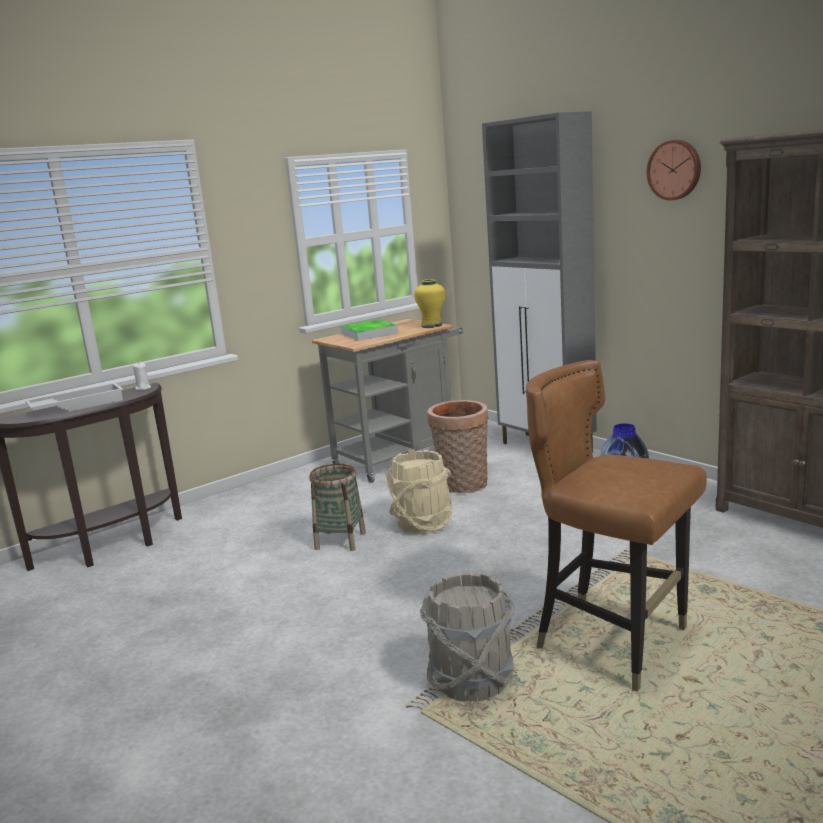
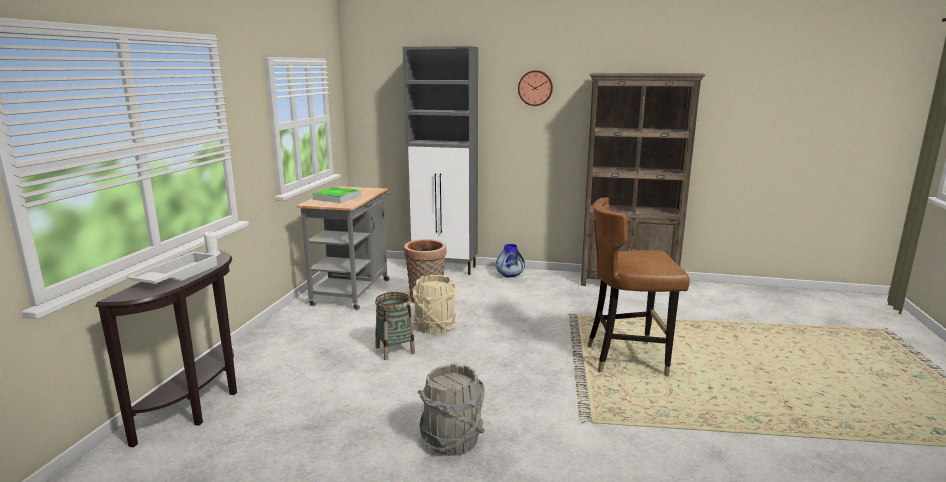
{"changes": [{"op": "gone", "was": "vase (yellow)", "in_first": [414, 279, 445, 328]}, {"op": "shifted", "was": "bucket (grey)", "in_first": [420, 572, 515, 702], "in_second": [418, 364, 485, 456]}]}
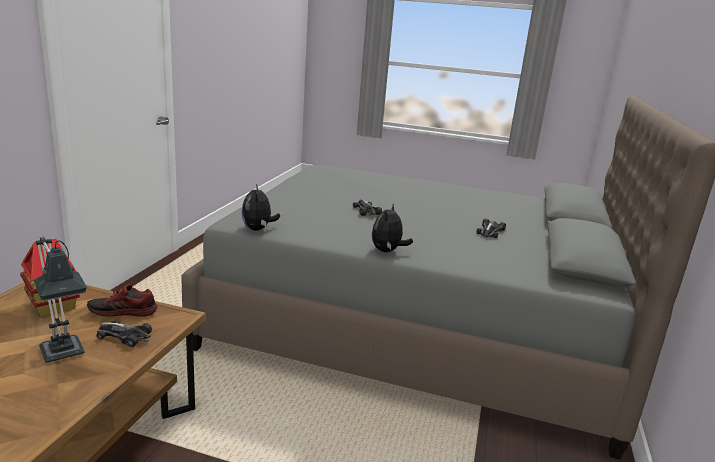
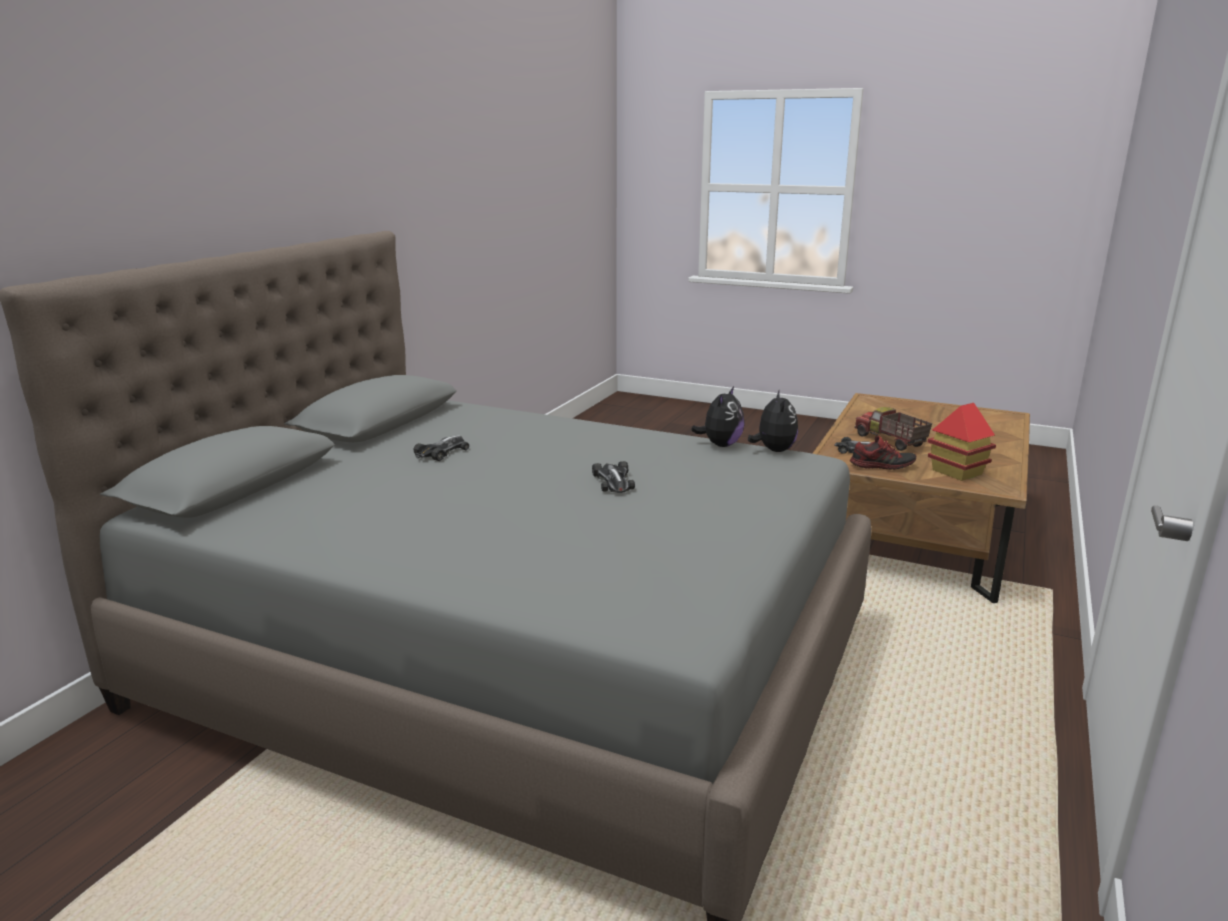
{"changes": [{"op": "swapped", "was": "table lamp", "now": "toy truck", "in_first": [34, 237, 87, 363], "in_second": [855, 407, 932, 451]}, {"op": "shifted", "was": "plush toy", "in_first": [372, 204, 413, 252], "in_second": [691, 386, 745, 447]}]}
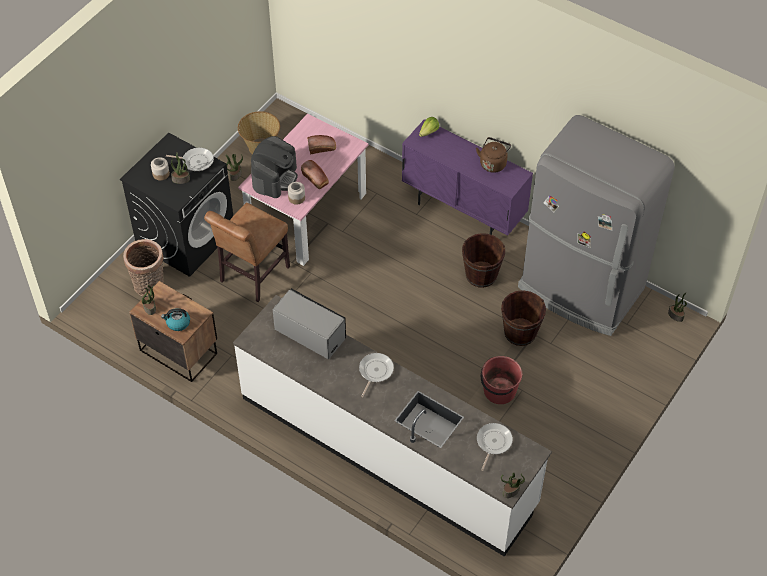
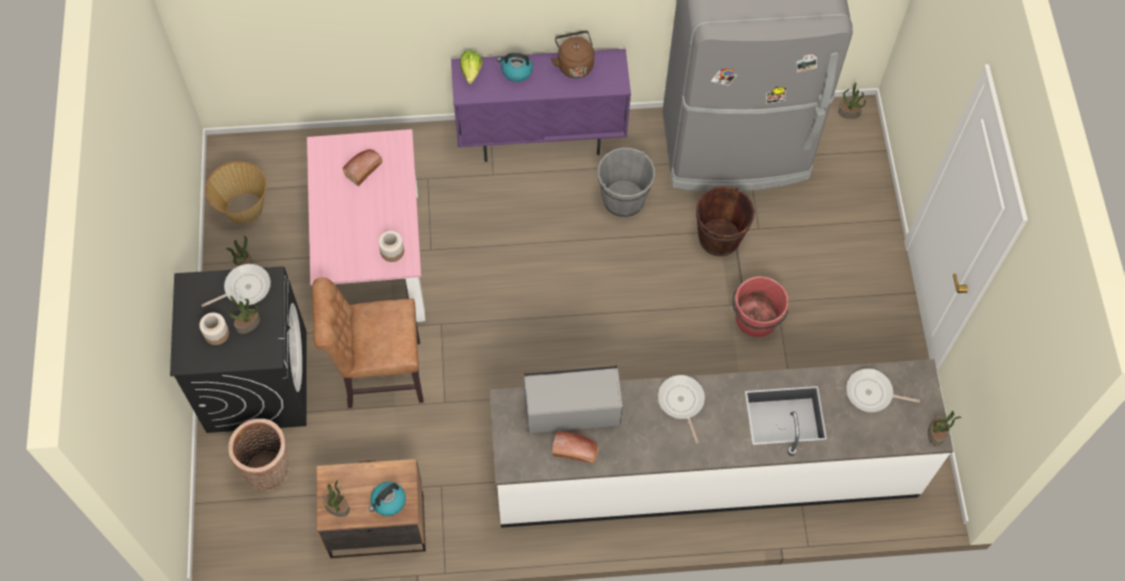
{"changes": [{"op": "rotated", "was": "chair (brown)", "in_first": [204, 203, 290, 302], "in_second": [312, 277, 424, 408], "clockwise": 90}, {"op": "gone", "was": "coffee machine", "in_first": [251, 136, 298, 198]}, {"op": "shifted", "was": "bread", "in_first": [301, 160, 329, 189], "in_second": [552, 430, 598, 463]}, {"op": "repainted", "was": "bucket (brown)", "now": "bucket (grey)", "in_first": [462, 233, 505, 288], "in_second": [598, 148, 655, 217]}, {"op": "rotated", "was": "frying pan", "in_first": [477, 423, 513, 471], "in_second": [846, 368, 920, 412], "clockwise": -60}, {"op": "new", "now": "kettle", "in_second": [497, 53, 533, 82]}]}
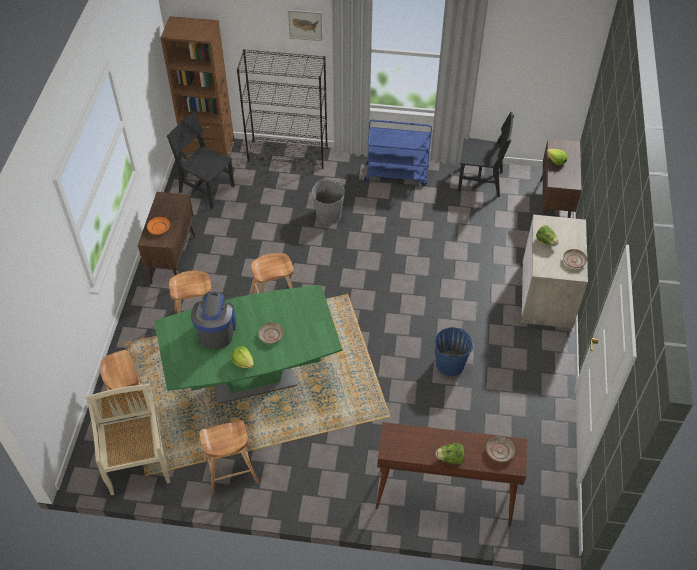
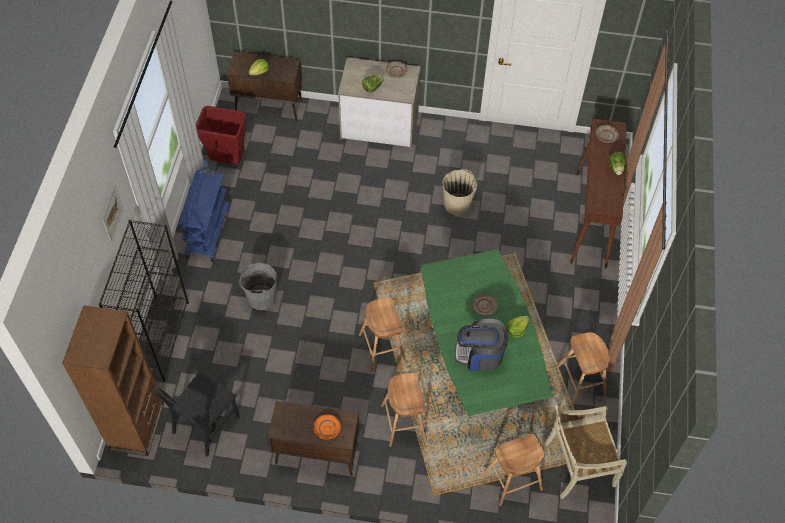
{"changes": [{"op": "repainted", "was": "bucket (blue)", "now": "bucket (beige)", "in_first": [435, 327, 473, 376], "in_second": [442, 169, 477, 215]}, {"op": "swapped", "was": "chair (black)", "now": "trash can (red)", "in_first": [458, 112, 514, 197], "in_second": [196, 106, 246, 165]}]}
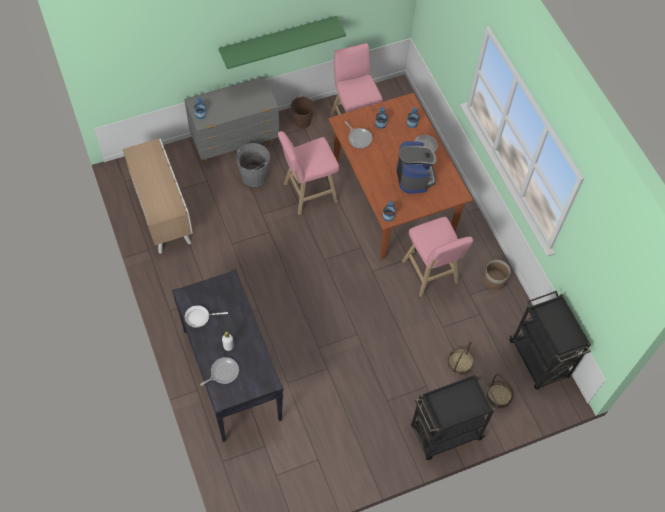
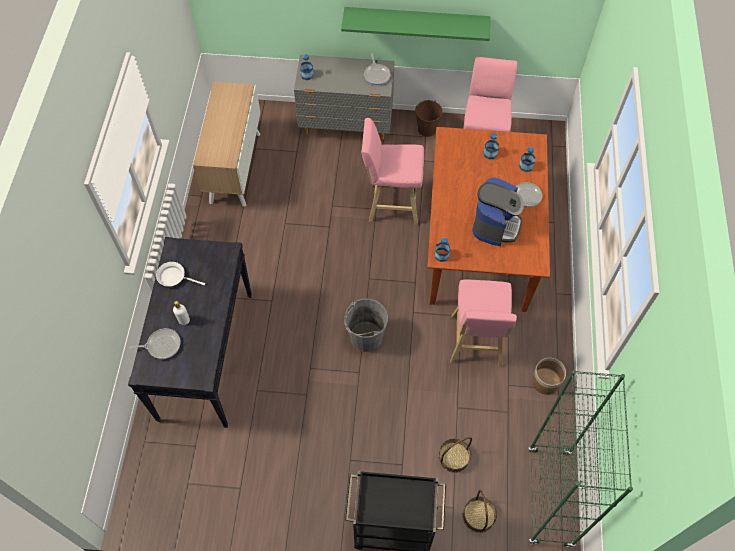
{"changes": [{"op": "shifted", "was": "bucket (grey)", "in_first": [236, 143, 270, 187], "in_second": [344, 299, 388, 352]}, {"op": "shifted", "was": "frying pan", "in_first": [345, 121, 372, 148], "in_second": [364, 54, 391, 85]}, {"op": "swapped", "was": "cart (black)", "now": "bookcase (green)", "in_first": [510, 291, 591, 390], "in_second": [528, 370, 633, 548]}]}
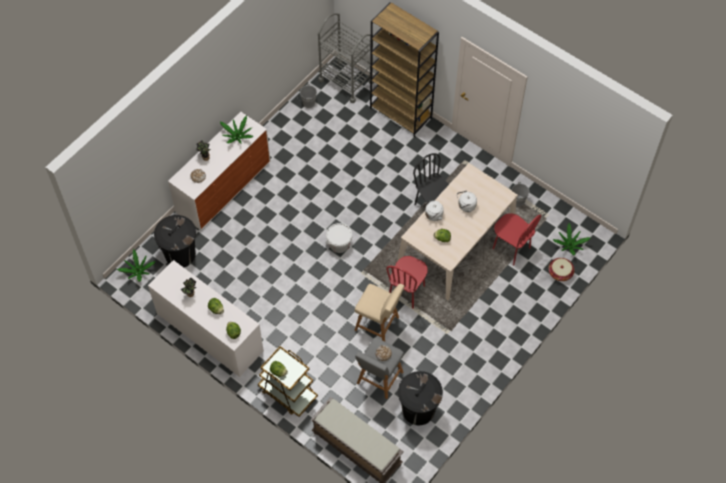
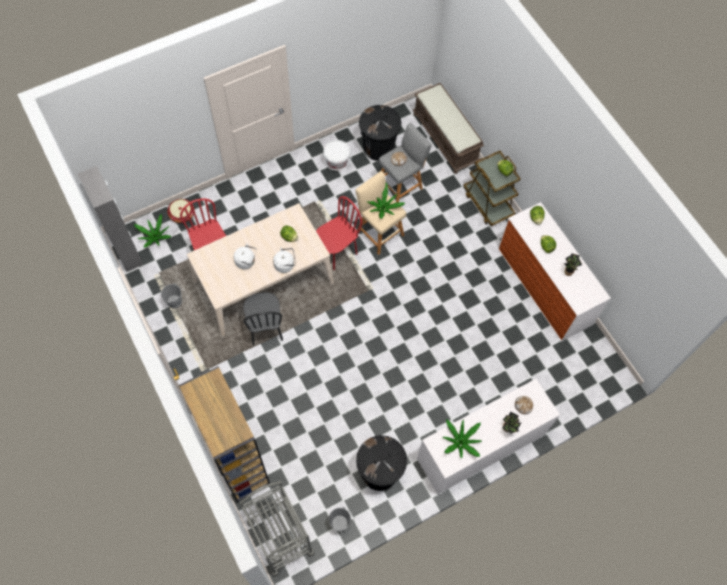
{"changes": [{"op": "shifted", "was": "potted plant", "in_first": [117, 249, 156, 282], "in_second": [366, 182, 405, 219]}, {"op": "shifted", "was": "trash can (black)", "in_first": [154, 215, 196, 267], "in_second": [356, 435, 407, 491]}, {"op": "shifted", "was": "bucket (white)", "in_first": [325, 223, 353, 253], "in_second": [323, 140, 352, 171]}, {"op": "new", "now": "cabinet (grey)", "in_second": [78, 166, 143, 272]}]}
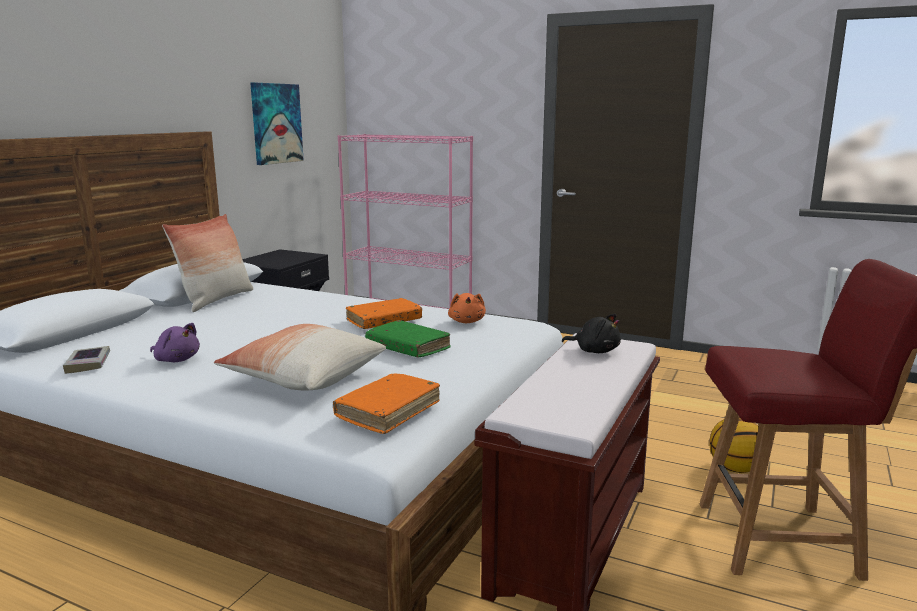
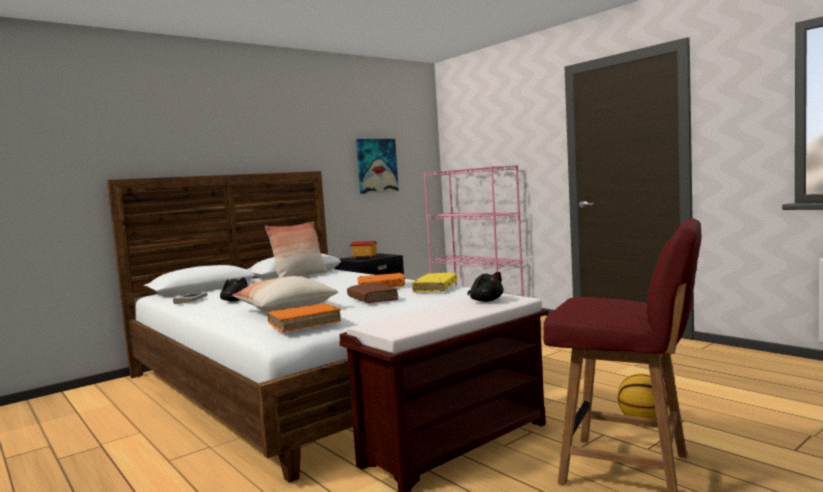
{"changes": [{"op": "repainted", "was": "plush toy (purple)", "now": "plush toy (black)", "in_first": [150, 323, 200, 362], "in_second": [220, 277, 248, 302]}, {"op": "repainted", "was": "book (green)", "now": "book (brown)", "in_first": [365, 320, 451, 358], "in_second": [347, 282, 398, 303]}, {"op": "swapped", "was": "plush toy (orange)", "now": "book (yellow)", "in_first": [448, 293, 486, 323], "in_second": [412, 273, 457, 293]}, {"op": "new", "now": "toy house", "in_second": [350, 241, 378, 259]}]}
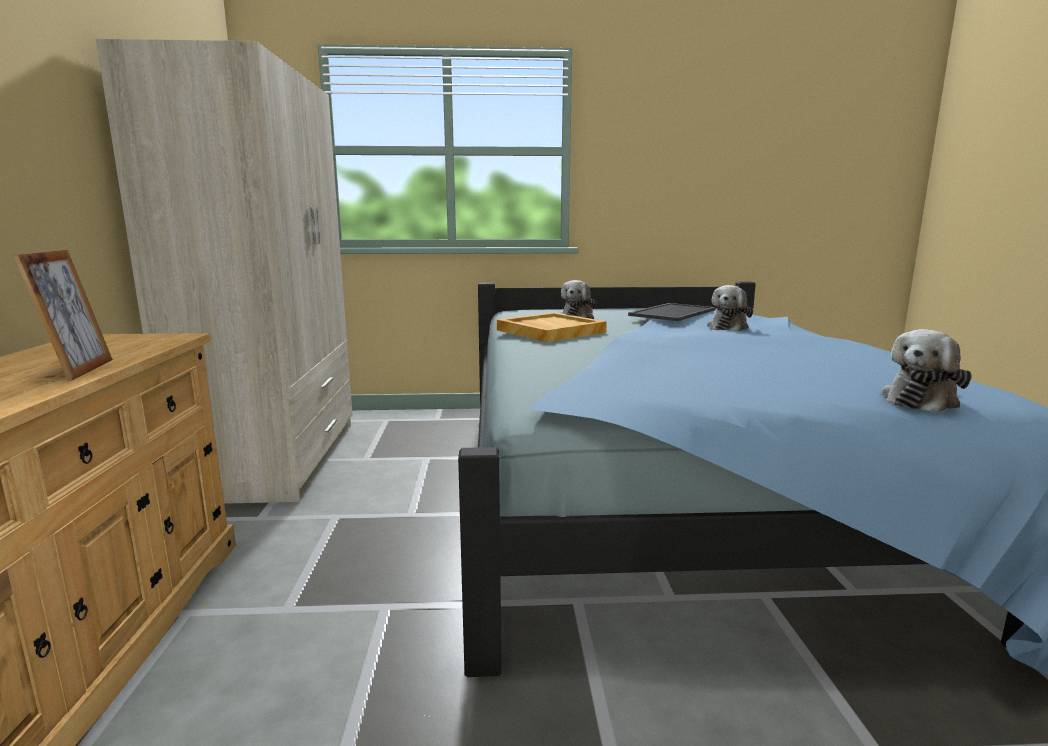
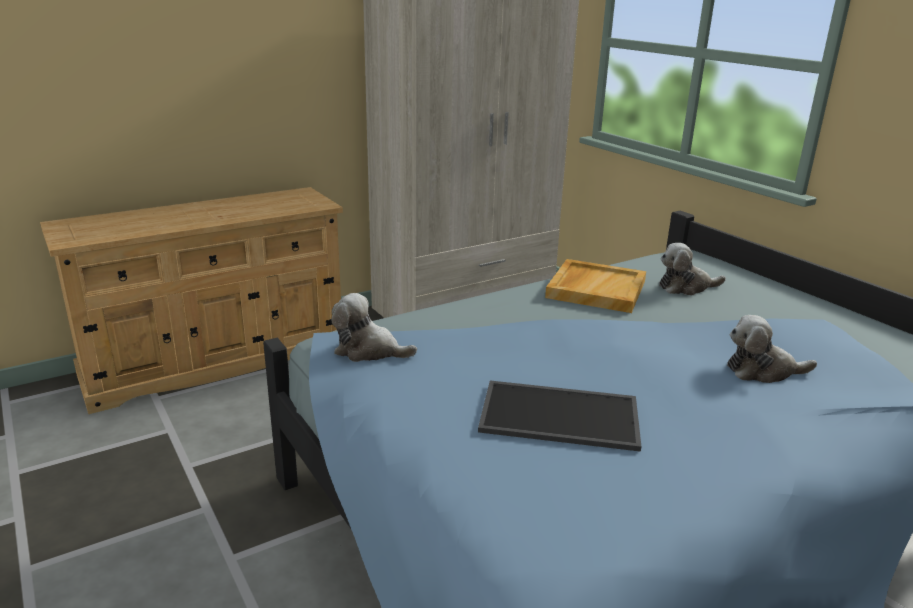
{"changes": [{"op": "gone", "was": "picture frame", "in_first": [14, 250, 113, 381]}, {"op": "shifted", "was": "tray", "in_first": [628, 303, 716, 321], "in_second": [478, 381, 641, 452]}, {"op": "shifted", "was": "plush toy", "in_first": [880, 329, 972, 413], "in_second": [331, 293, 417, 362]}]}
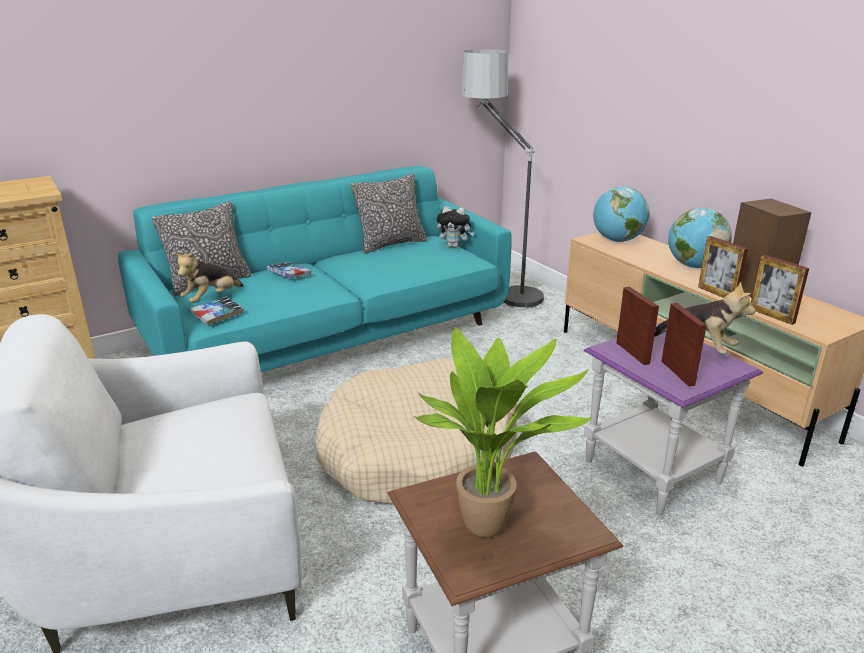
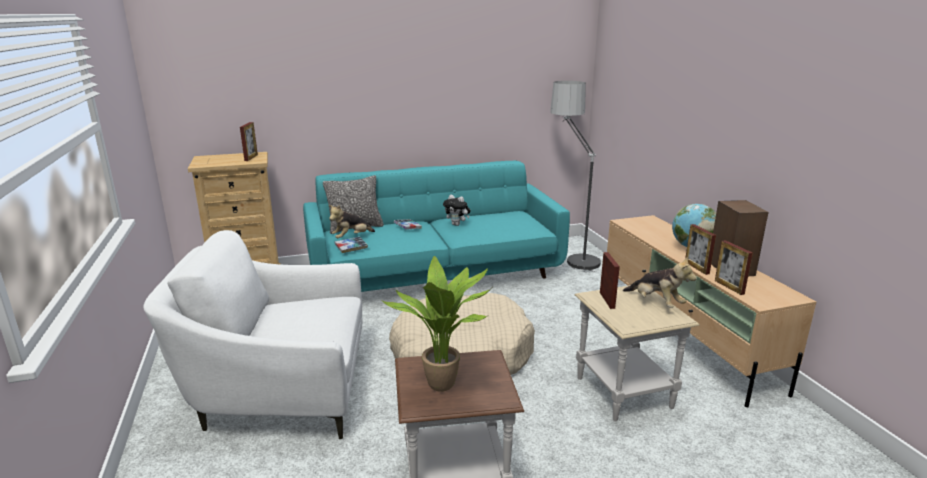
{"changes": [{"op": "gone", "was": "pillow", "in_first": [351, 174, 427, 254]}, {"op": "shifted", "was": "plush toy", "in_first": [437, 206, 474, 248], "in_second": [443, 195, 470, 226]}, {"op": "repainted", "was": "side table (purple)", "now": "side table (beige)", "in_first": [584, 323, 763, 516], "in_second": [575, 285, 700, 421]}, {"op": "gone", "was": "globe", "in_first": [593, 187, 650, 242]}, {"op": "shifted", "was": "picture frame", "in_first": [661, 303, 707, 387], "in_second": [240, 122, 258, 161]}]}
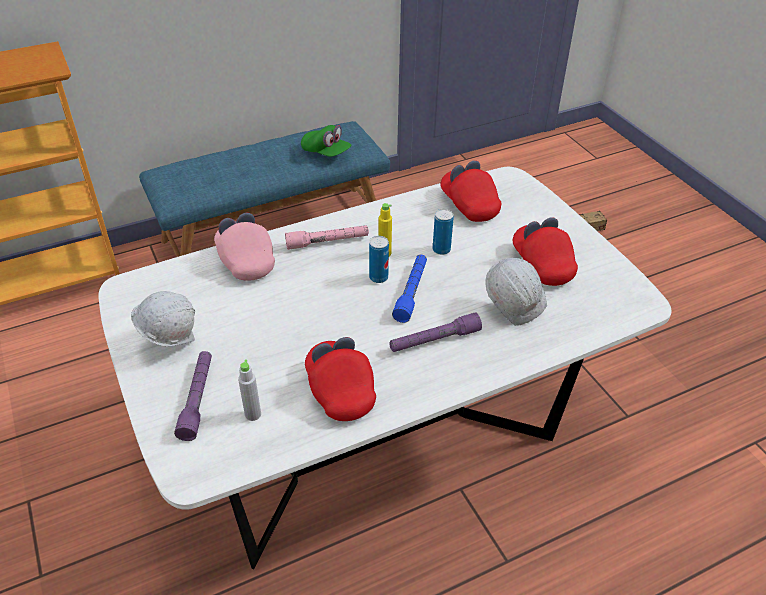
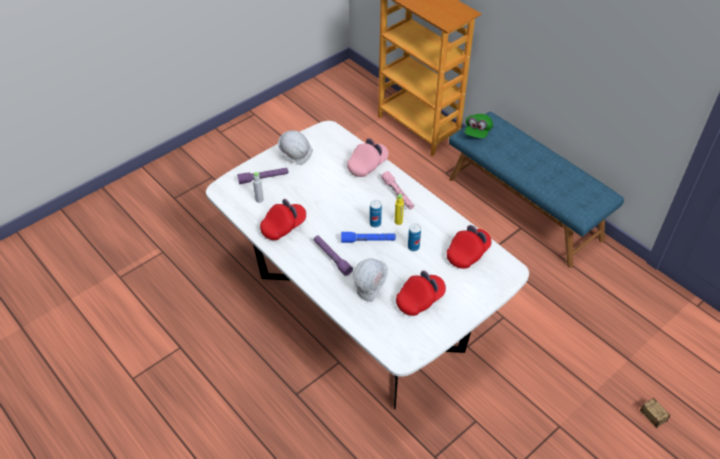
{"changes": [{"op": "shifted", "was": "cap (green)", "in_first": [301, 125, 351, 157], "in_second": [465, 114, 493, 138]}]}
